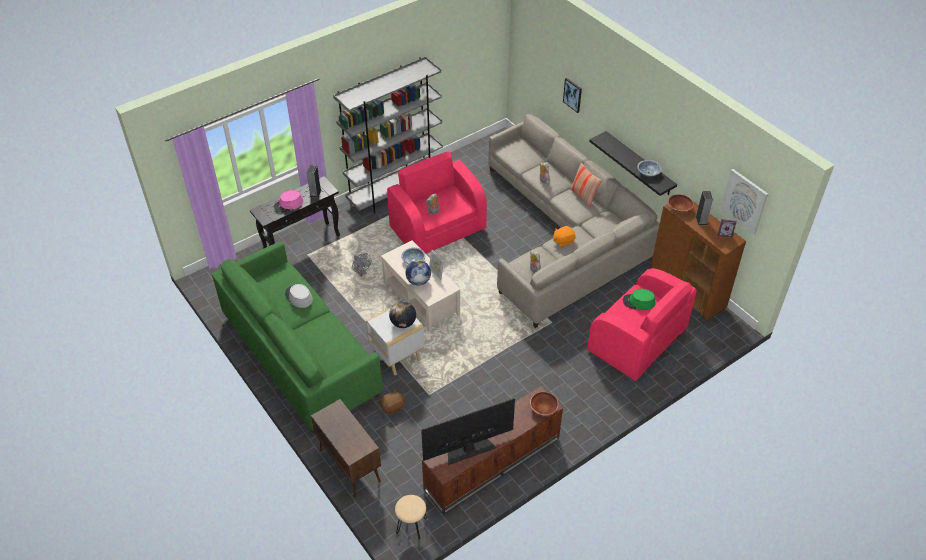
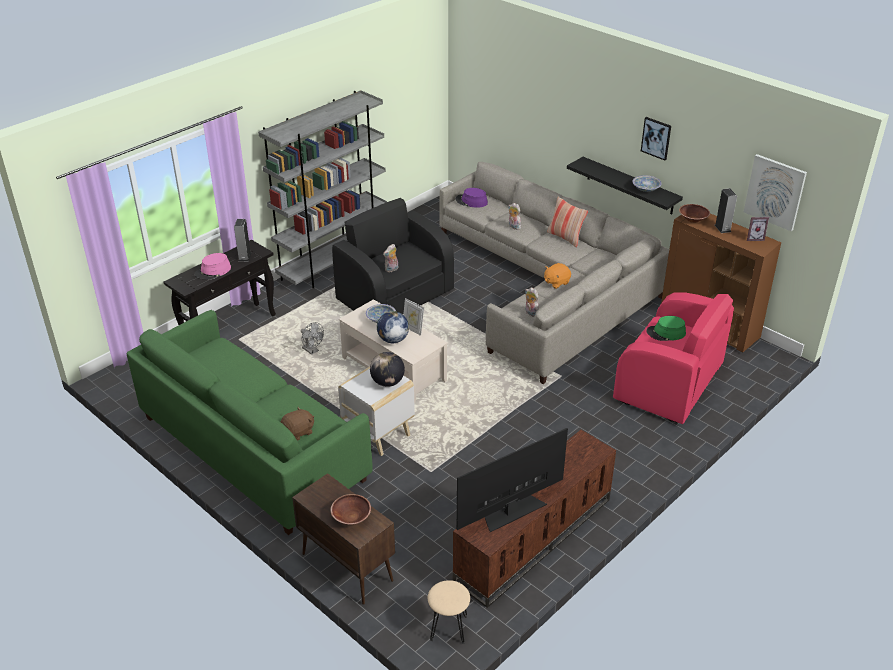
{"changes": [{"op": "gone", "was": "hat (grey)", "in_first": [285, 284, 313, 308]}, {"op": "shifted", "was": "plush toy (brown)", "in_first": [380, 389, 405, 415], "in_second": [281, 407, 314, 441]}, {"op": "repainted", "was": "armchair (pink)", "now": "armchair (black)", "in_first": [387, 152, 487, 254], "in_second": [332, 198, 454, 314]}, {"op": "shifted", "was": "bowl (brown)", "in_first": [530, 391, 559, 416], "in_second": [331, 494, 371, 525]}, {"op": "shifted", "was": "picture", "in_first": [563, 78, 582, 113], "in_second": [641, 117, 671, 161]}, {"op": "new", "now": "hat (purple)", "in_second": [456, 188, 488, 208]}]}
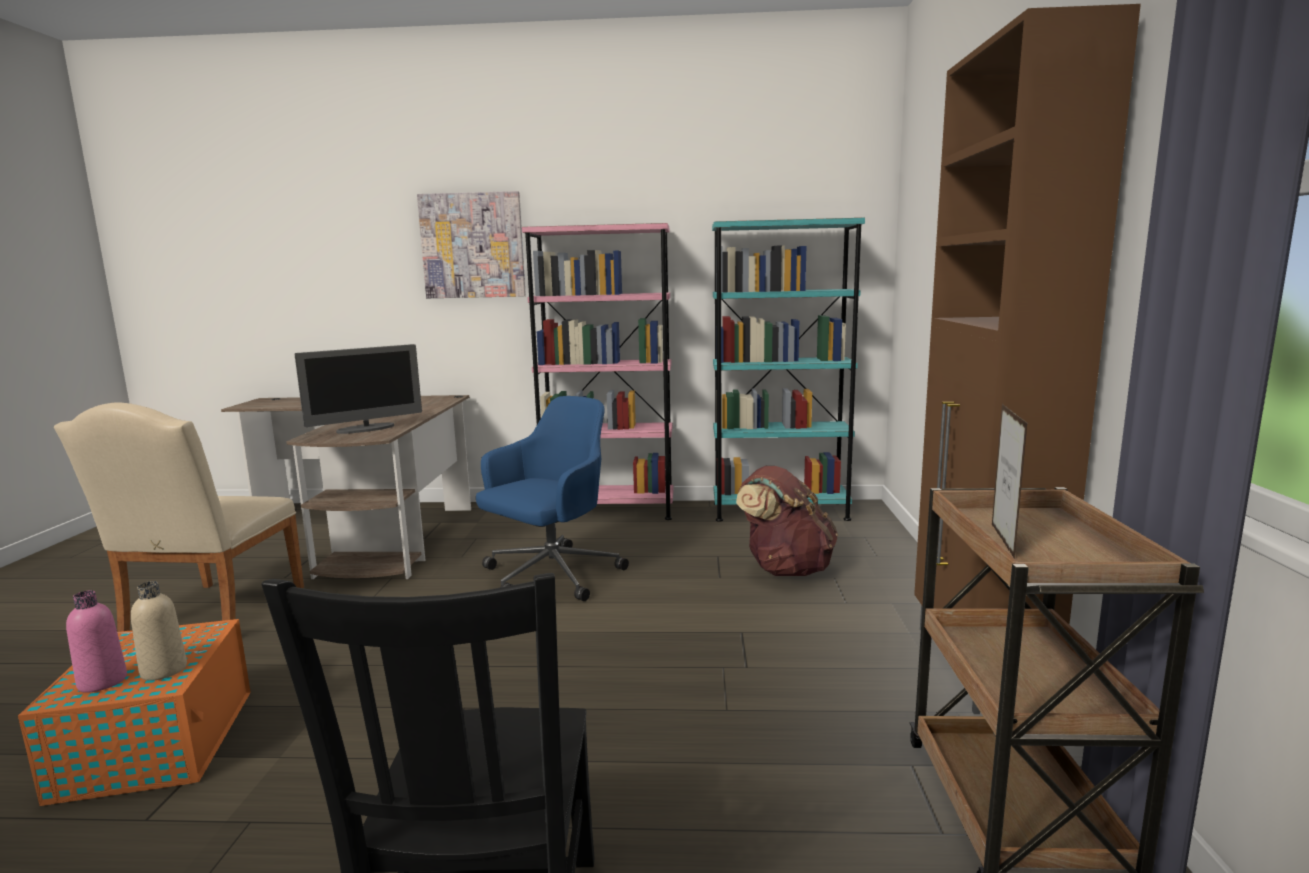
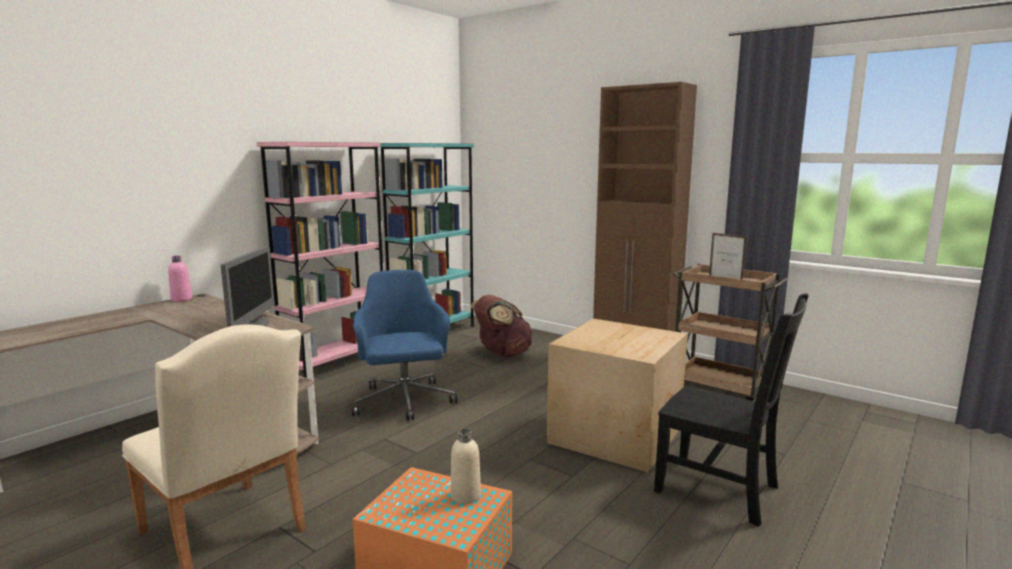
{"changes": [{"op": "shifted", "was": "bottle (pink)", "in_first": [66, 590, 127, 693], "in_second": [168, 256, 192, 302]}, {"op": "gone", "was": "picture", "in_first": [417, 191, 526, 298]}, {"op": "new", "now": "cardboard box", "in_second": [547, 319, 688, 472]}]}
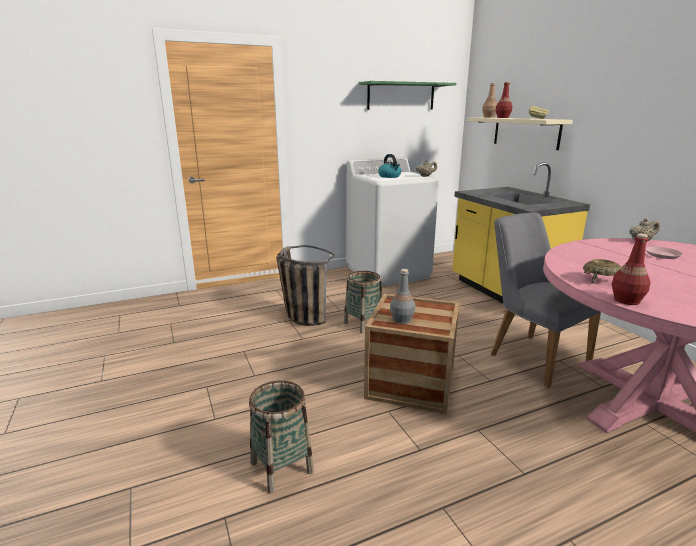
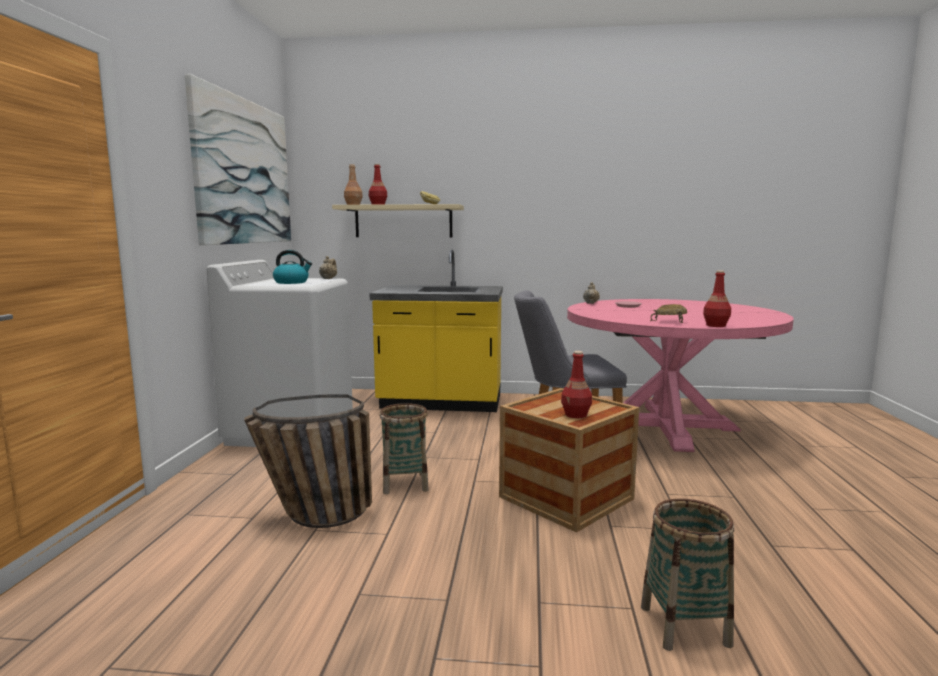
{"changes": [{"op": "swapped", "was": "shelf (green)", "now": "picture", "in_first": [359, 81, 456, 110], "in_second": [185, 74, 291, 245]}, {"op": "repainted", "was": "bottle (grey)", "now": "bottle (red)", "in_first": [390, 269, 415, 324], "in_second": [561, 351, 592, 418]}]}
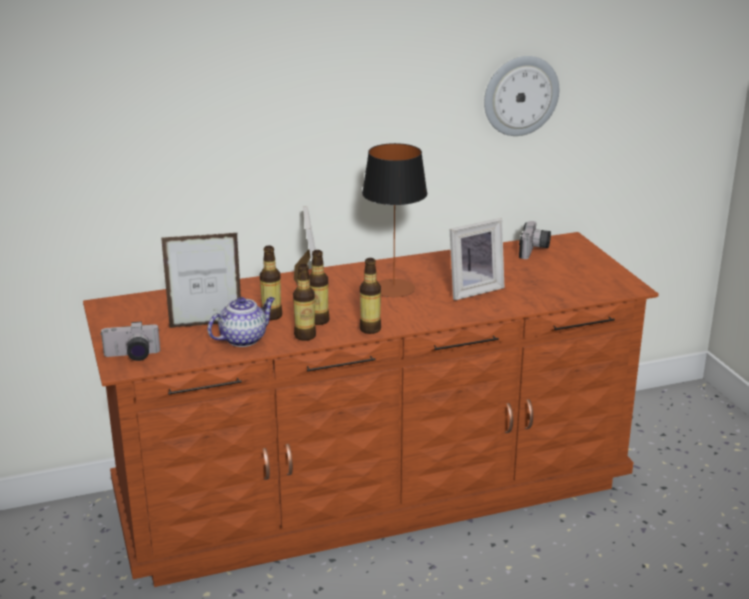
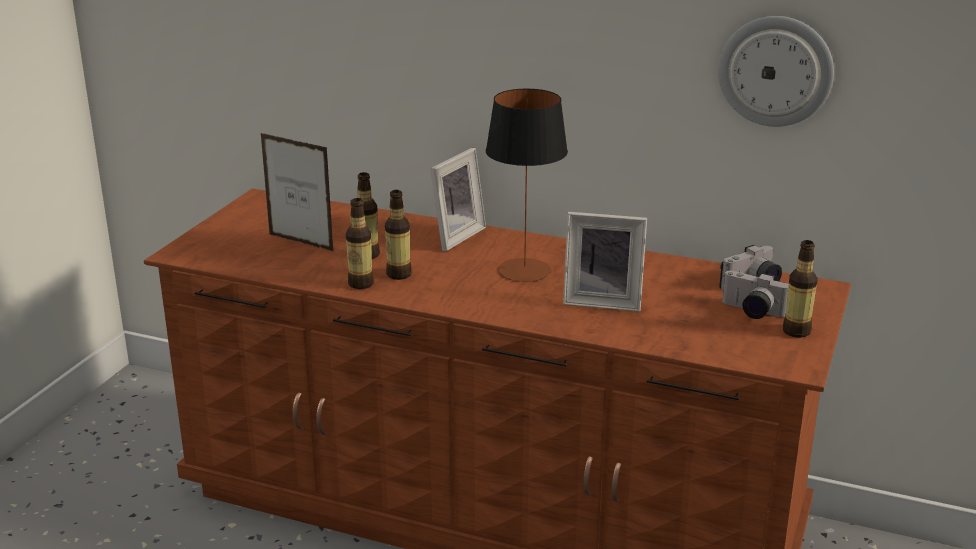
{"changes": [{"op": "shifted", "was": "photo camera", "in_first": [100, 321, 160, 361], "in_second": [722, 271, 789, 319]}, {"op": "gone", "was": "teapot", "in_first": [207, 297, 275, 347]}, {"op": "shifted", "was": "bottle", "in_first": [360, 258, 381, 334], "in_second": [783, 240, 818, 338]}]}
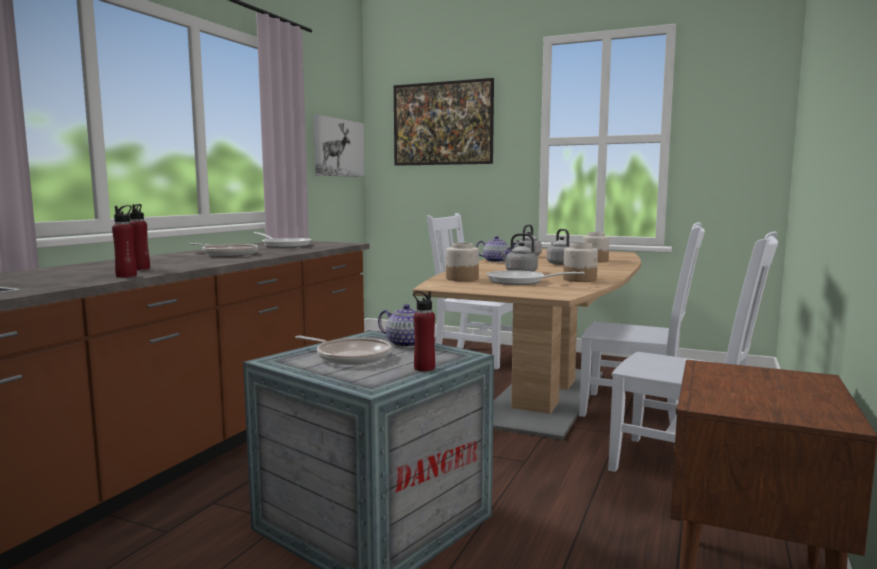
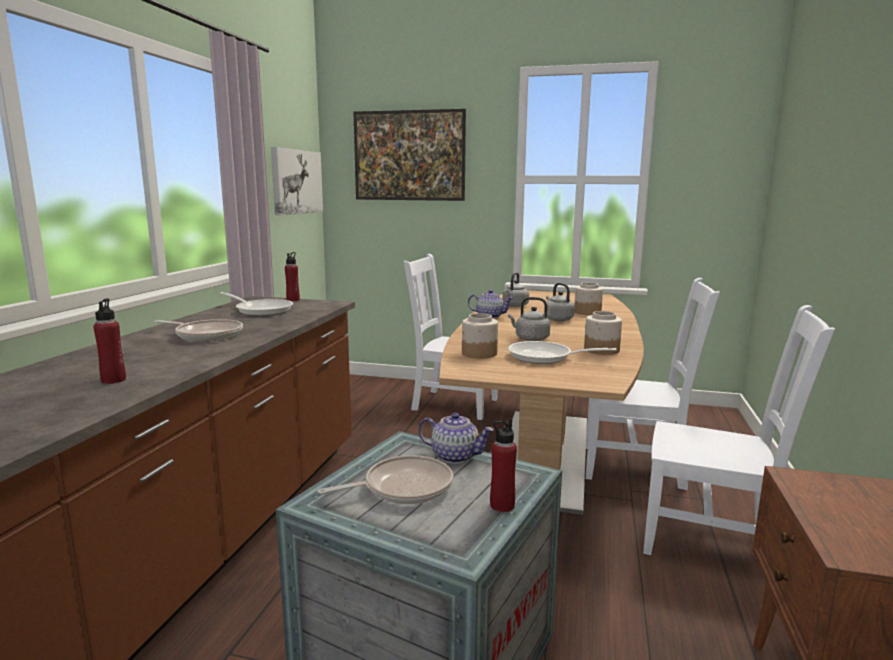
{"changes": [{"op": "shifted", "was": "bottle (red)", "in_first": [112, 205, 137, 278], "in_second": [285, 252, 300, 301]}, {"op": "rotated", "was": "frying pan", "in_first": [295, 336, 391, 365], "in_second": [318, 455, 453, 504], "clockwise": -45}]}
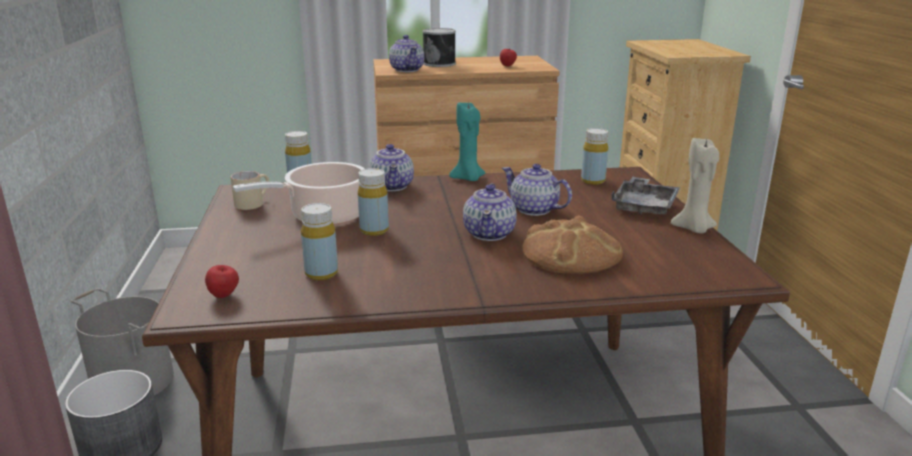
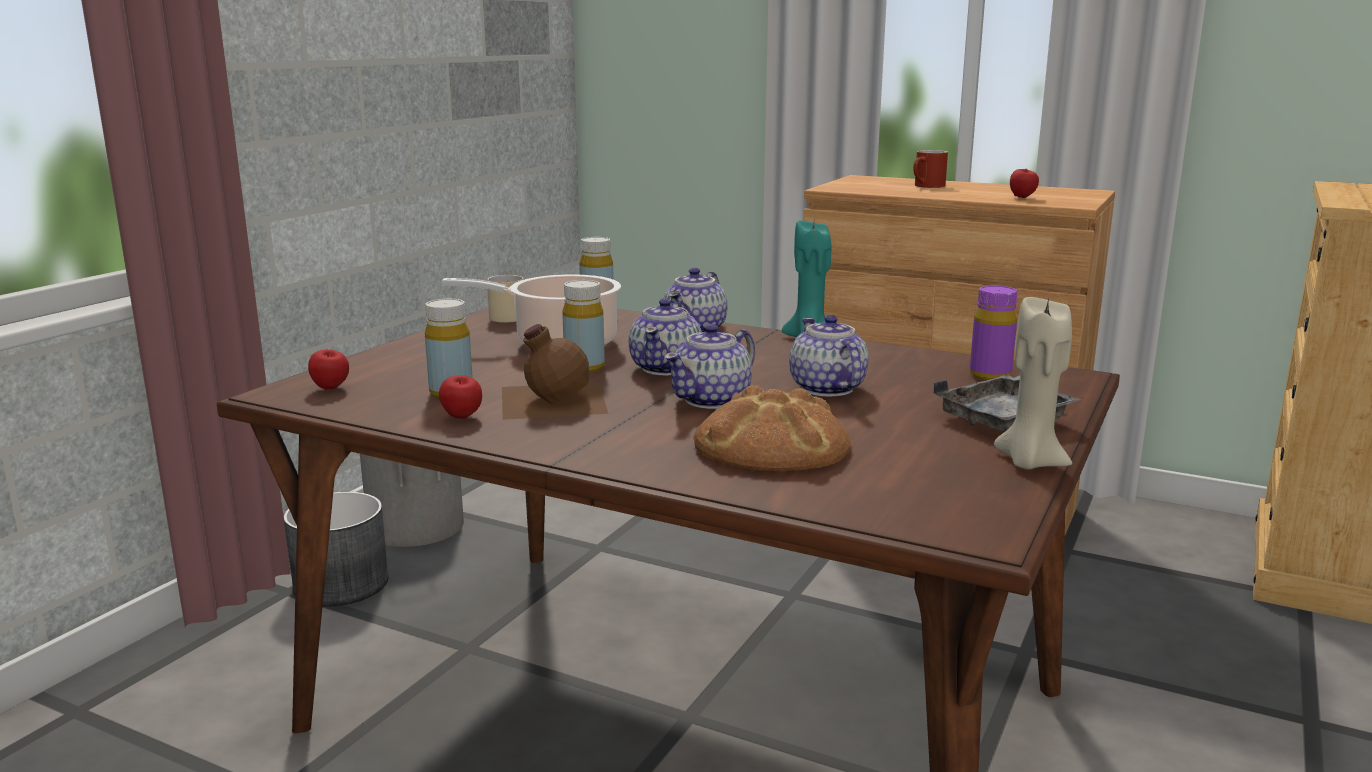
{"changes": [{"op": "shifted", "was": "teapot", "in_first": [389, 35, 424, 72], "in_second": [629, 298, 702, 376]}, {"op": "swapped", "was": "can", "now": "mug (red)", "in_first": [423, 28, 456, 67], "in_second": [913, 150, 948, 188]}, {"op": "repainted", "was": "bottle (yellow)", "now": "bottle (purple)", "in_first": [581, 128, 608, 185], "in_second": [970, 286, 1017, 380]}, {"op": "new", "now": "apple", "in_second": [439, 375, 482, 419]}, {"op": "new", "now": "bottle (brown)", "in_second": [502, 324, 608, 420]}]}
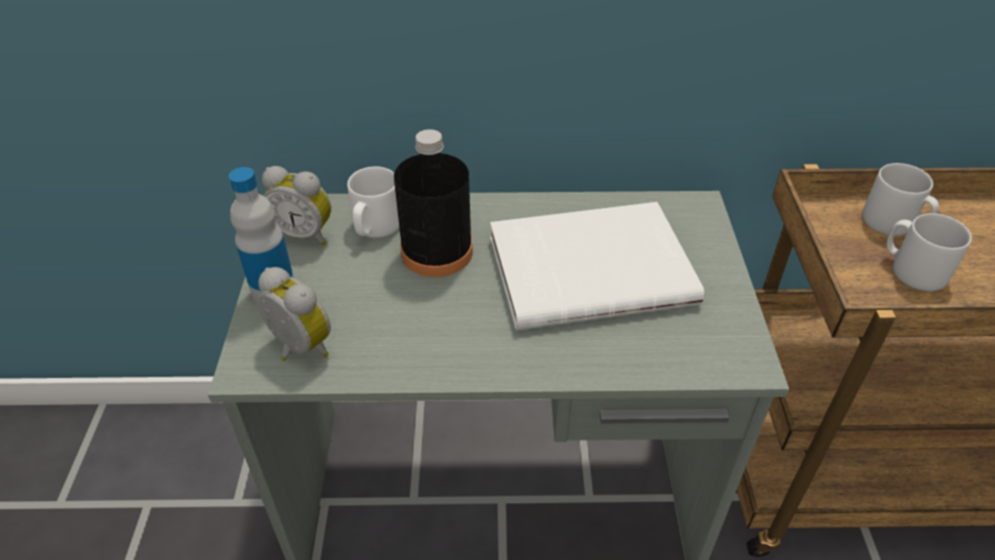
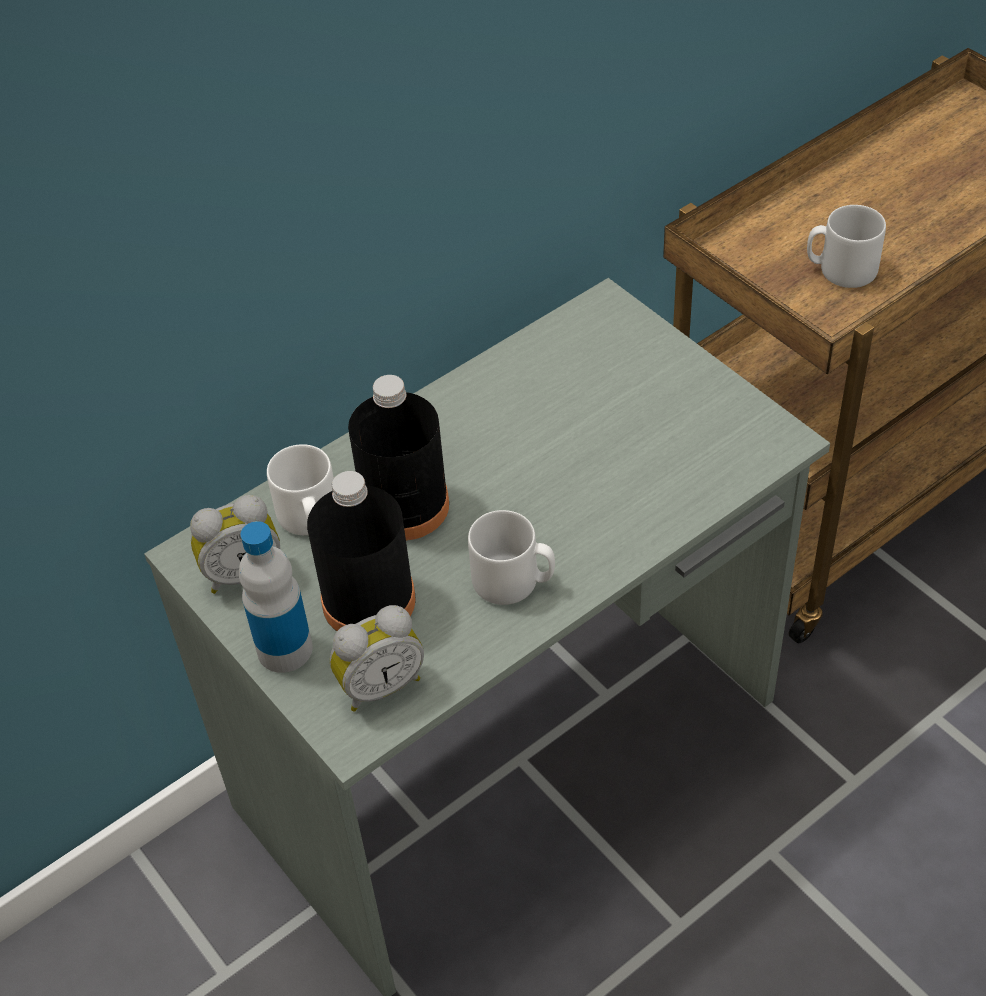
{"changes": [{"op": "rotated", "was": "alarm clock", "in_first": [257, 267, 331, 361], "in_second": [330, 605, 424, 712], "clockwise": 150}, {"op": "gone", "was": "book (white)", "in_first": [490, 202, 704, 330]}, {"op": "shifted", "was": "mug (grey)", "in_first": [862, 163, 939, 236], "in_second": [468, 510, 555, 605]}, {"op": "new", "now": "bottle (black)", "in_second": [307, 471, 416, 631]}]}
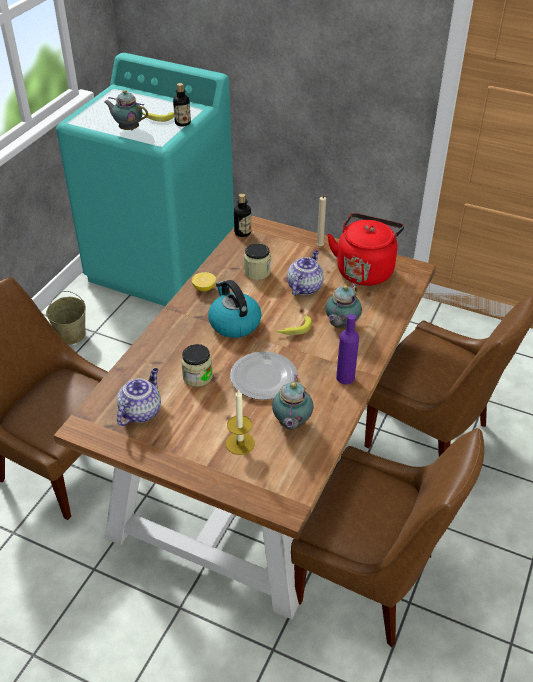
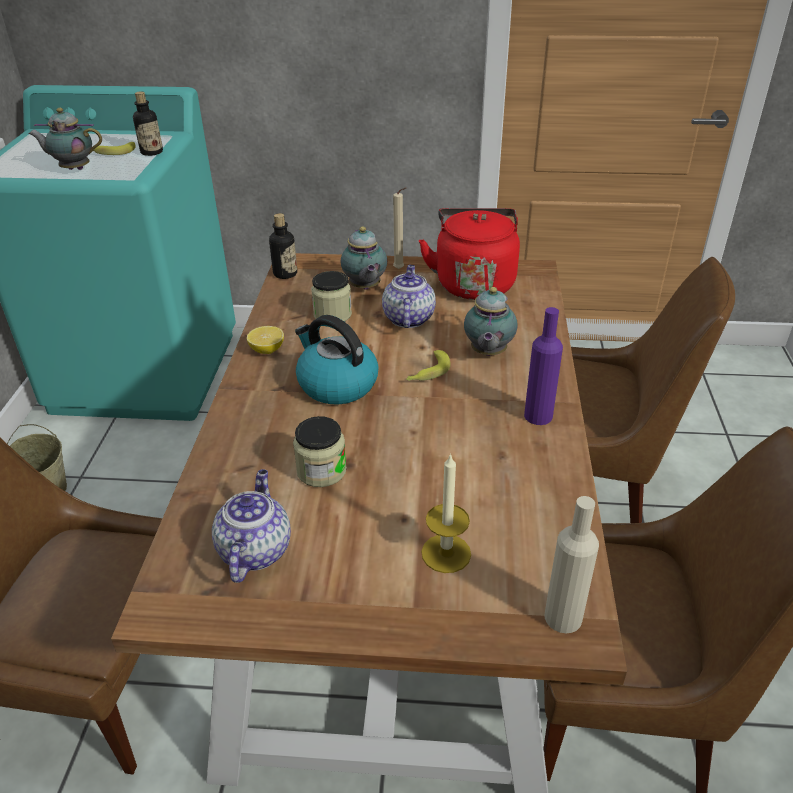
{"changes": [{"op": "gone", "was": "plate", "in_first": [230, 352, 298, 400]}, {"op": "shifted", "was": "teapot", "in_first": [272, 375, 313, 430], "in_second": [341, 226, 387, 290]}, {"op": "new", "now": "bottle (beige)", "in_second": [545, 496, 599, 633]}]}
